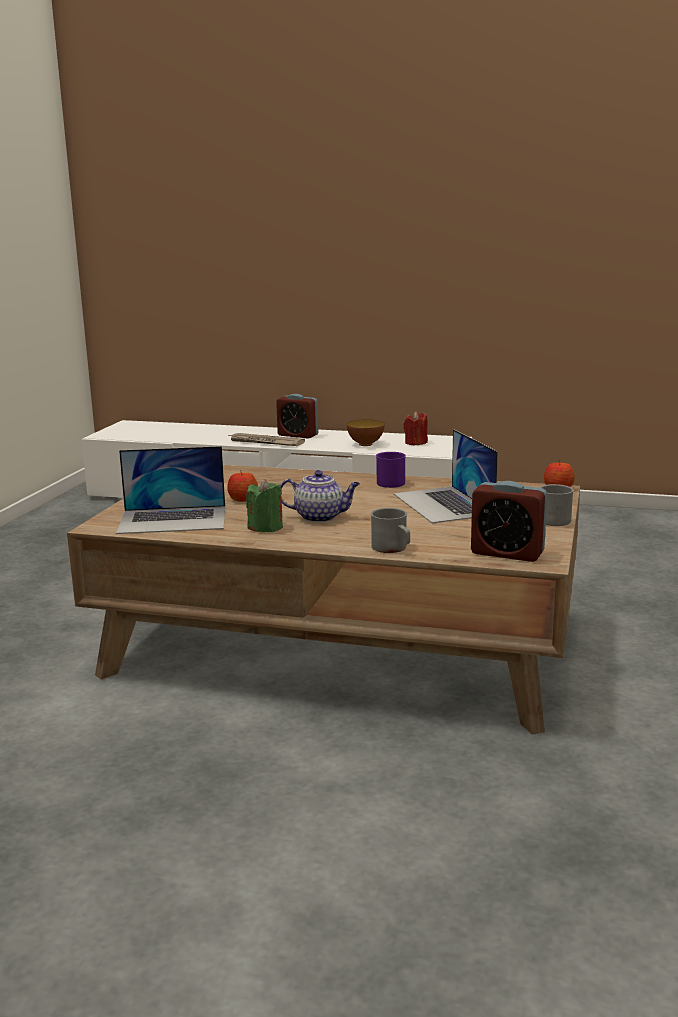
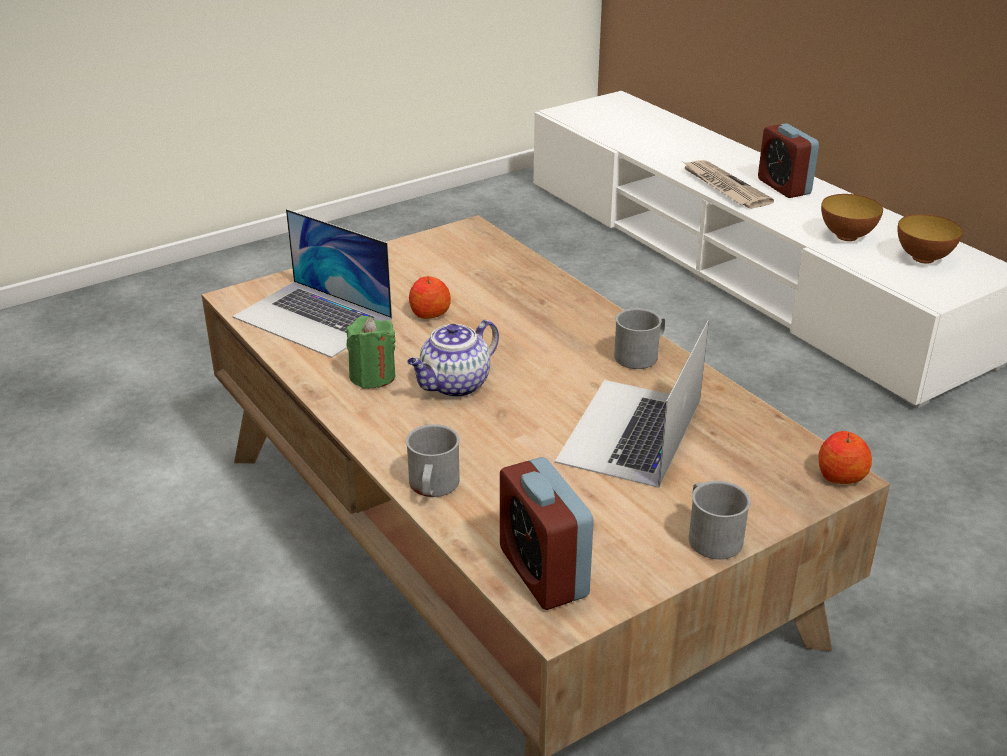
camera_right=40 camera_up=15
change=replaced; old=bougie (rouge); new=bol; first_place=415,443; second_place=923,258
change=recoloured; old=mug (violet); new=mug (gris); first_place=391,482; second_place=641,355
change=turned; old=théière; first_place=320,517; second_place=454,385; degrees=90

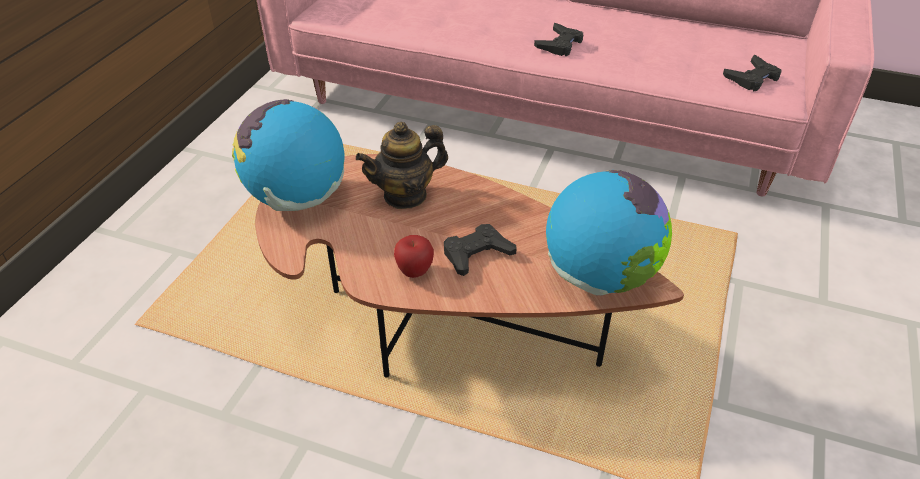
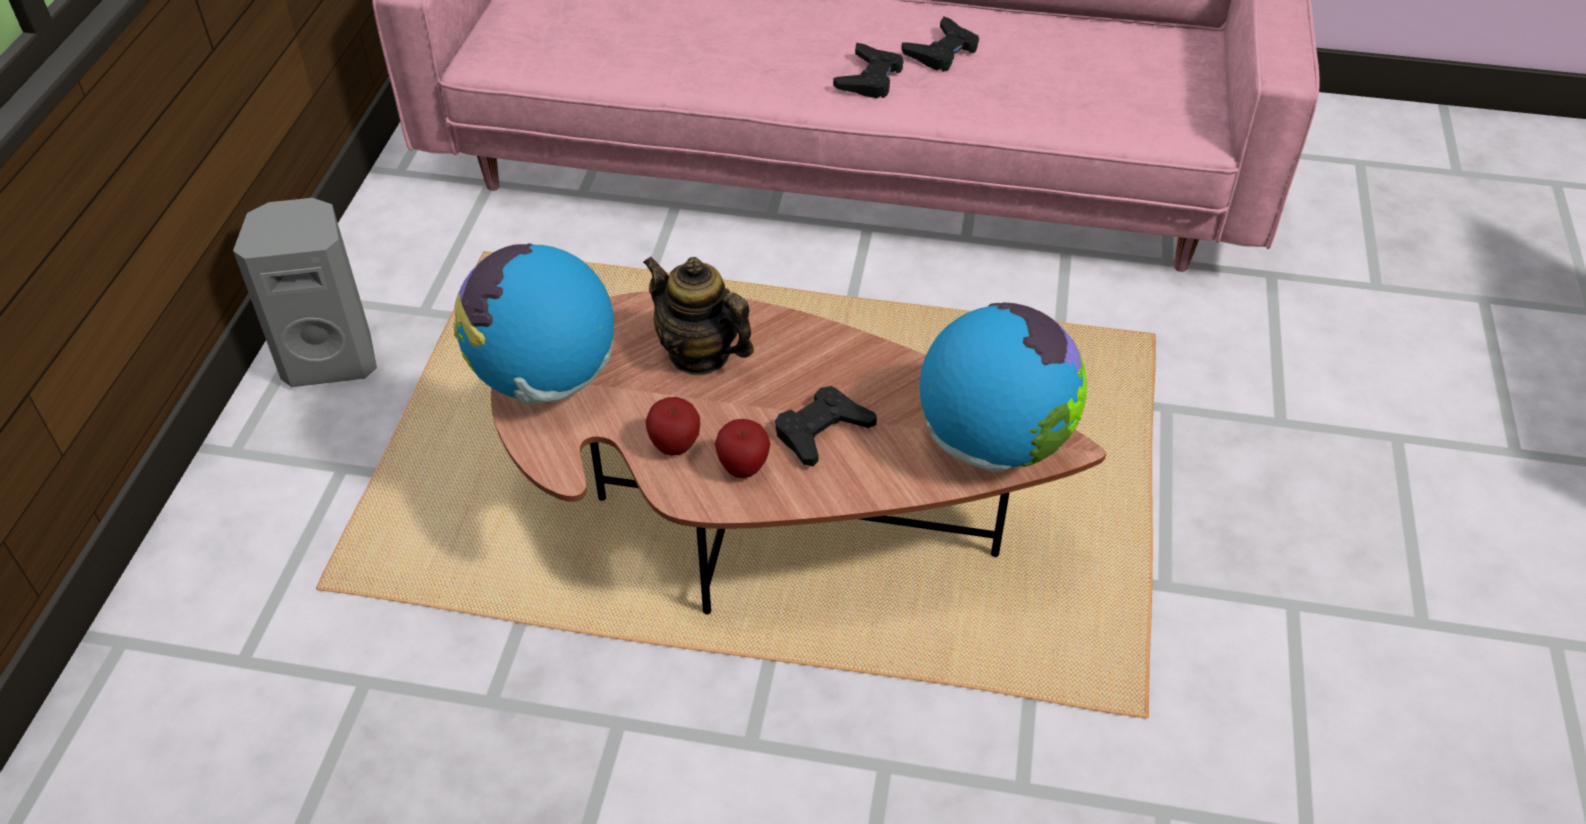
camera_right=-10 camera_up=5
change=moved; old=manette (noir); first_place=752,78; second_place=942,52
change=turned; old=théière; first_place=405,195; second_place=699,354; degrees=75
change=added; new=enceinte (gris); second_place=331,358
change=added; new=pomme; second_place=675,446

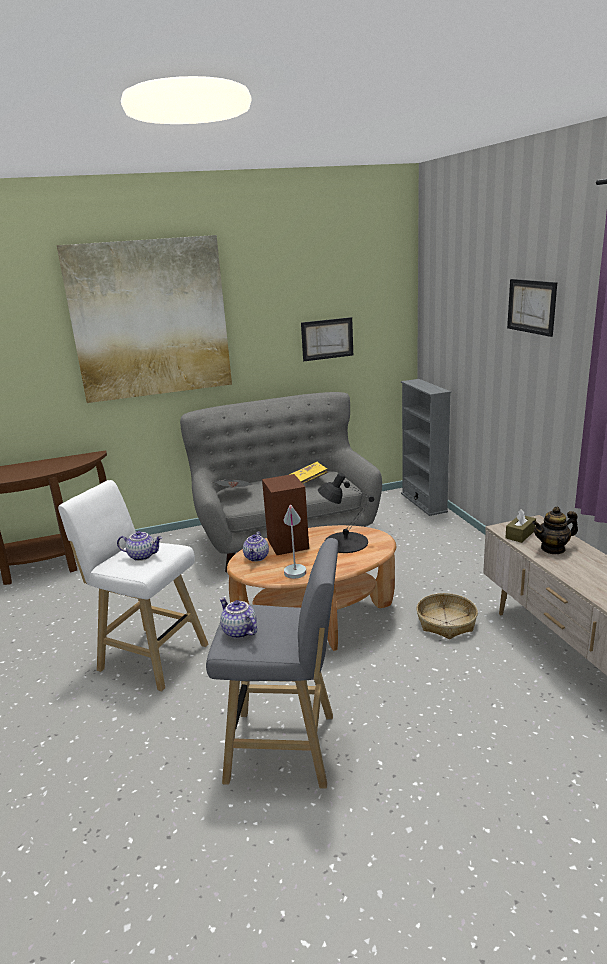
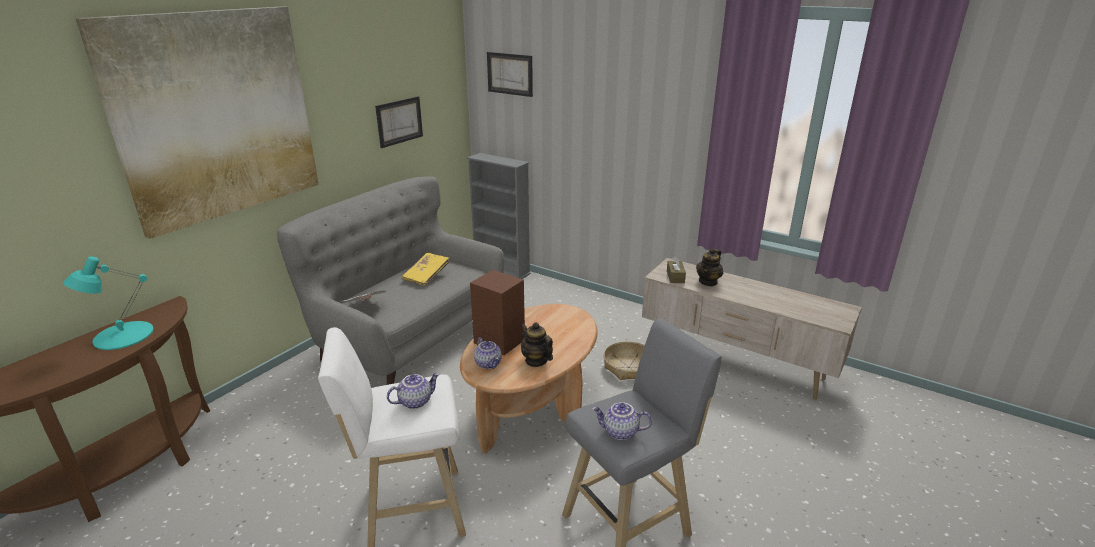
camera_right=-40 camera_up=5
change=moved; old=tableau; first_place=531,306; second_place=510,74
change=removed; old=lampe de table (noir); first_place=345,542
change=replaced; old=lampe de table (blanc); new=théière; first_place=295,567; second_place=536,361
change=added; new=lampe de table (turquoise); second_place=122,335

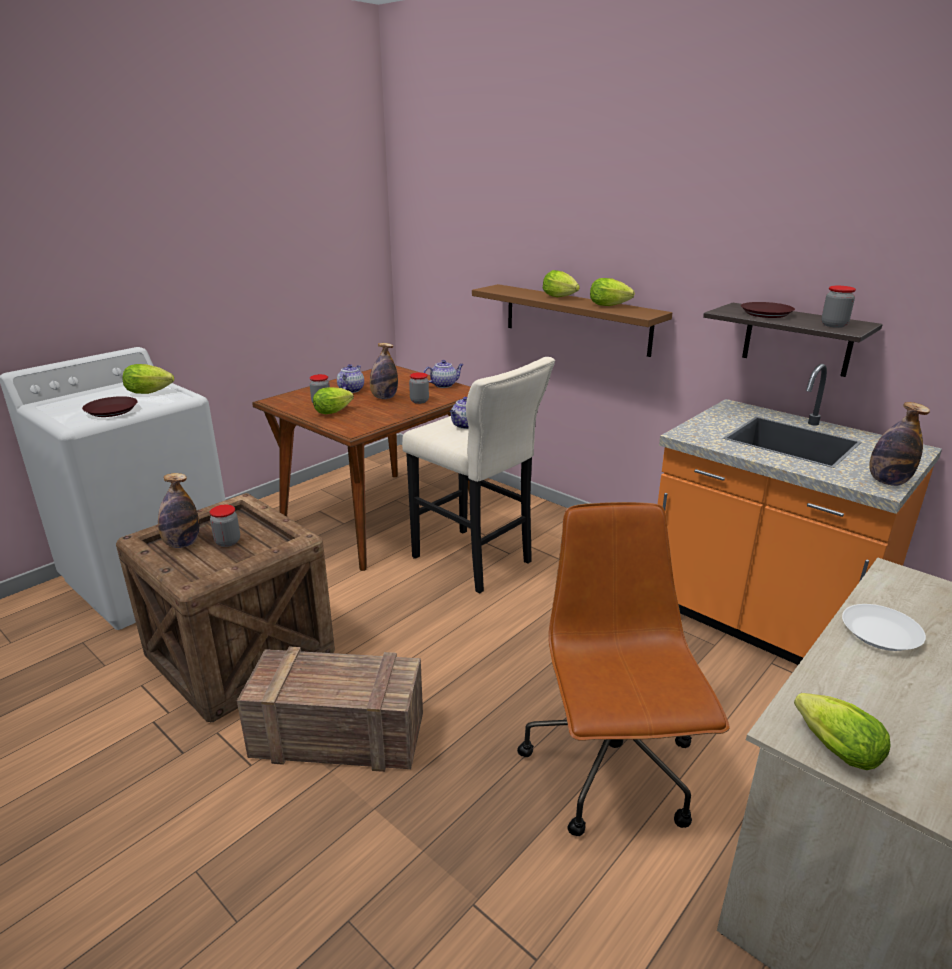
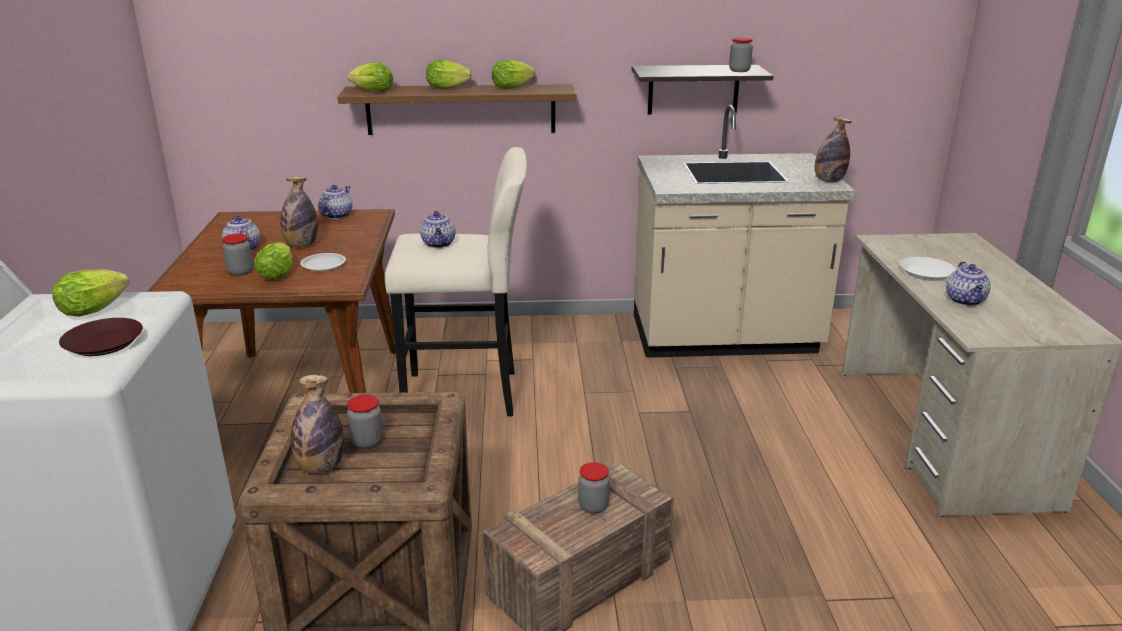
camera_right=-45 camera_up=0
change=removed; old=assiette (marron); first_place=766,314
change=recoloured; old=comptoir de cuisine (orange); new=comptoir de cuisine (beige); first_place=759,621; second_place=724,338
change=moved; old=bocal; first_place=419,401; second_place=593,506
change=removed; old=chaise de bureau (marron); first_place=612,771
change=moved; old=laitue; first_place=831,747; second_place=370,91
change=added; new=assiette (blanc); second_place=323,265
change=added; new=théière; second_place=965,301

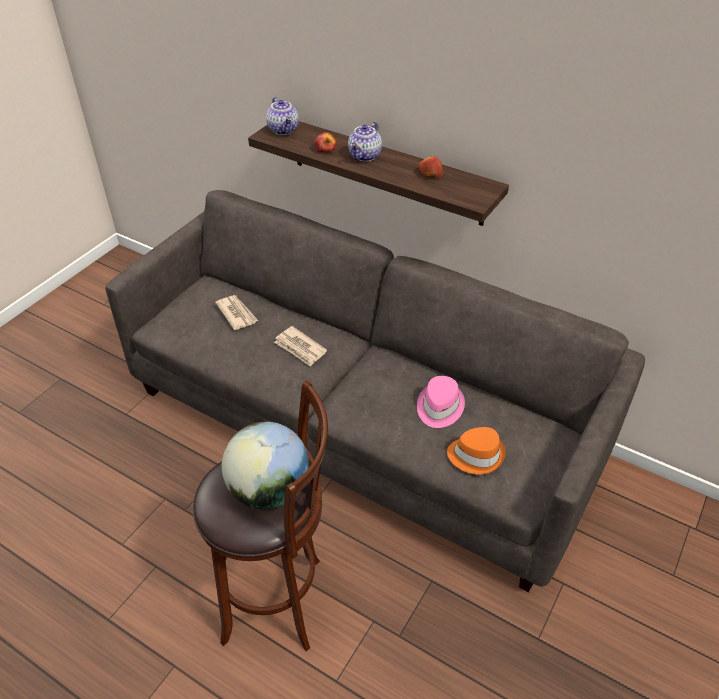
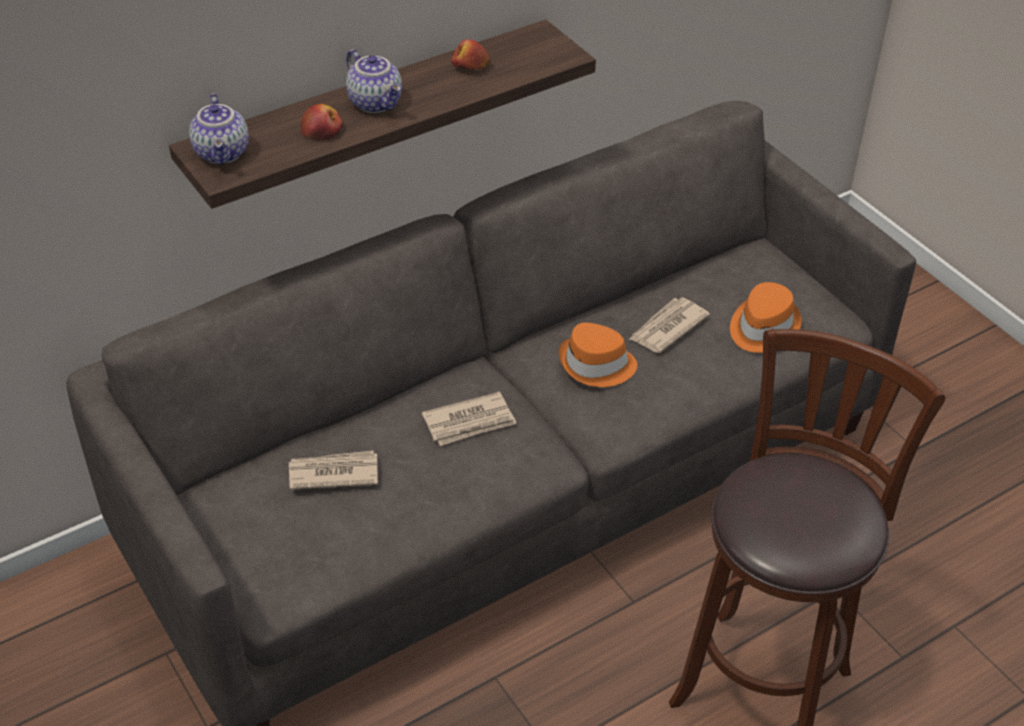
camera_right=-65 camera_up=0
change=turned; old=théière; first_place=284,130; second_place=223,153; degrees=75
change=replaced; old=chapeau (rose); new=journal; first_place=439,407; second_place=667,328
change=removed; old=globe; first_place=269,490
change=added; new=chapeau (orange); second_place=596,365

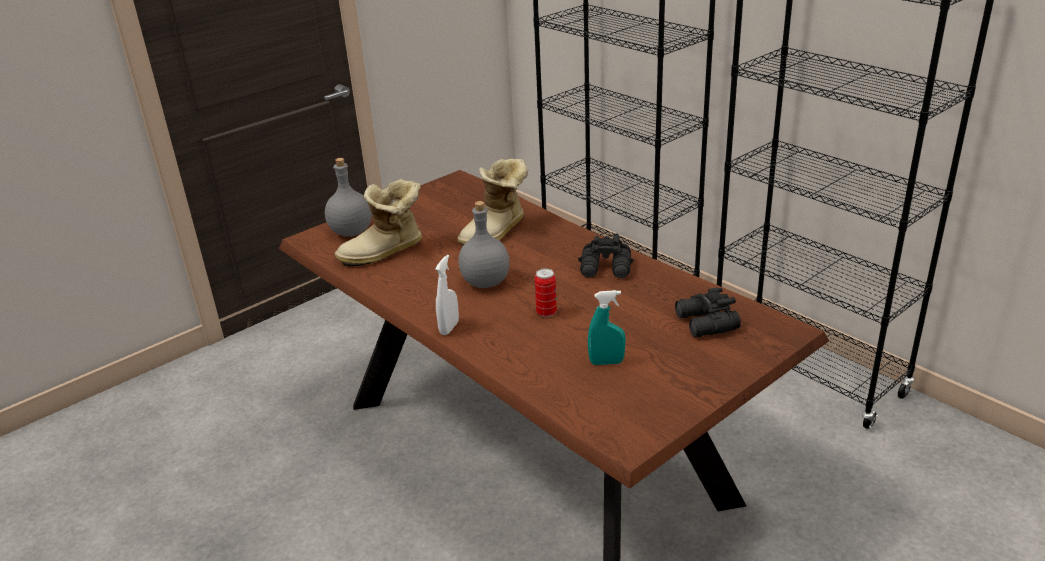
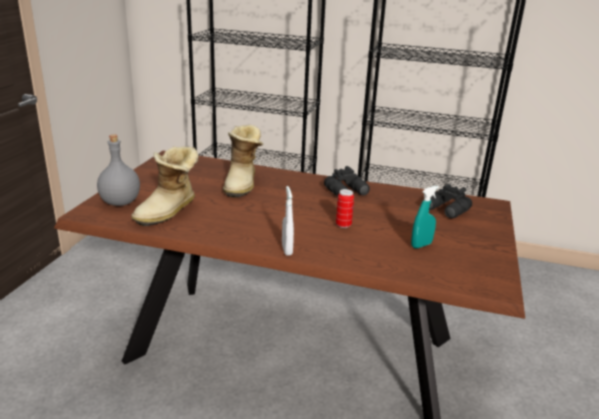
camera_right=-35 camera_up=-5
change=removed; old=bouteille (gris); first_place=486,282

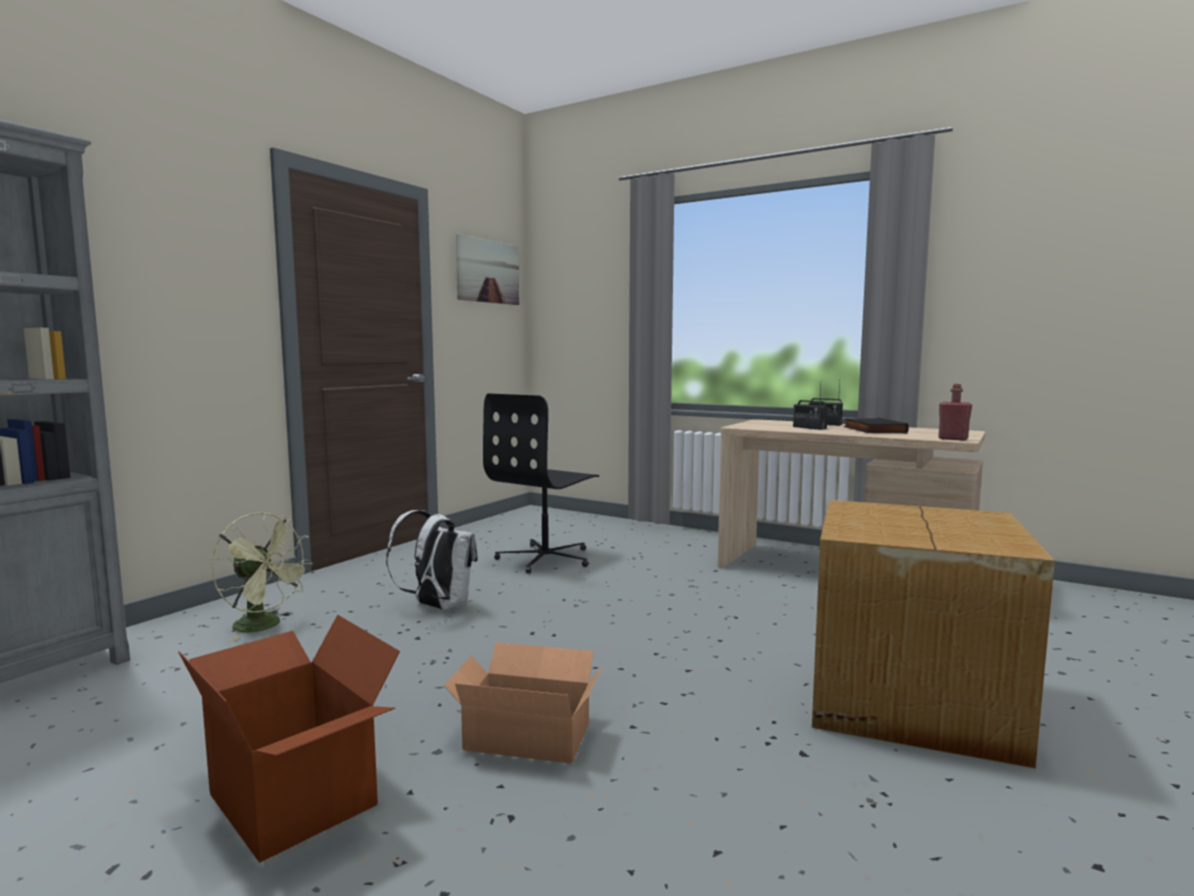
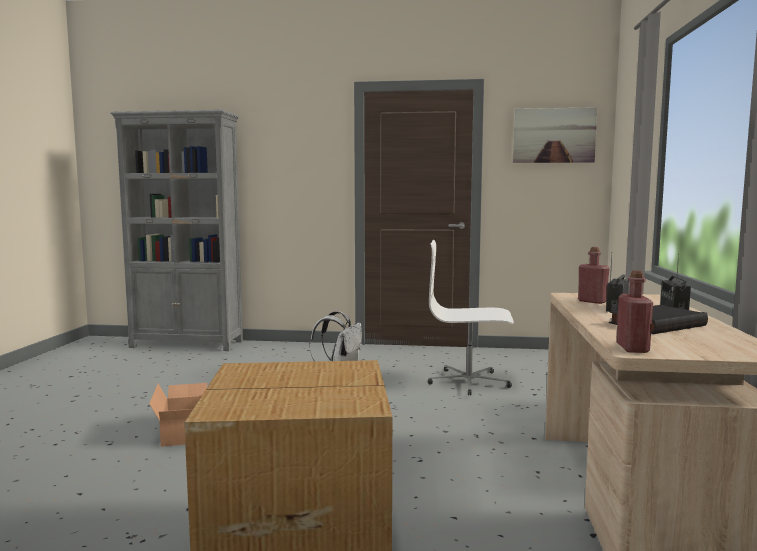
camera_right=65 camera_up=0
change=recoloured; old=chaise de bureau (noir); new=chaise de bureau (blanc); first_place=546,558; second_place=469,382
change=removed; old=ventilateur (vert); first_place=265,626
change=removed; old=carton; first_place=296,798
change=added; new=bouteille (rouge); second_place=592,301

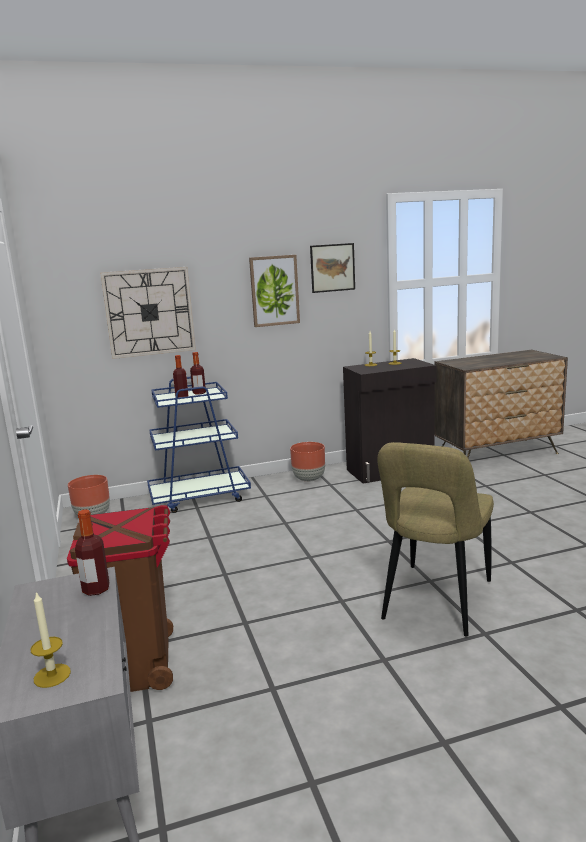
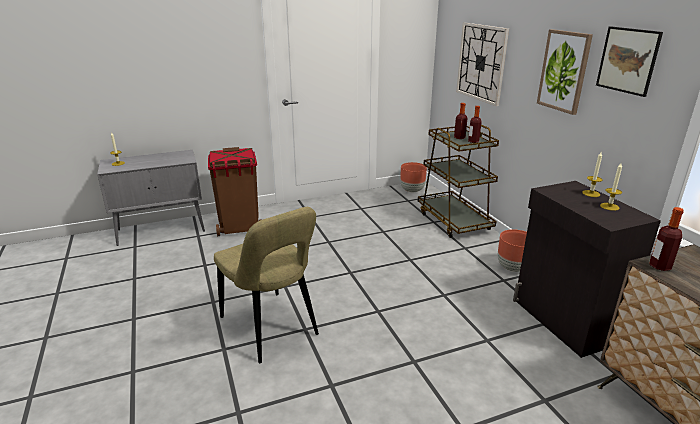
camera_right=85 camera_up=10
change=recoloured; old=chariot (bleu); new=chariot (marron); first_place=200,497; second_place=454,221
change=turned; old=chaise (beige); first_place=435,603; second_place=271,328; degrees=-150
change=moved; old=bouteille; first_place=96,589; second_place=659,266

